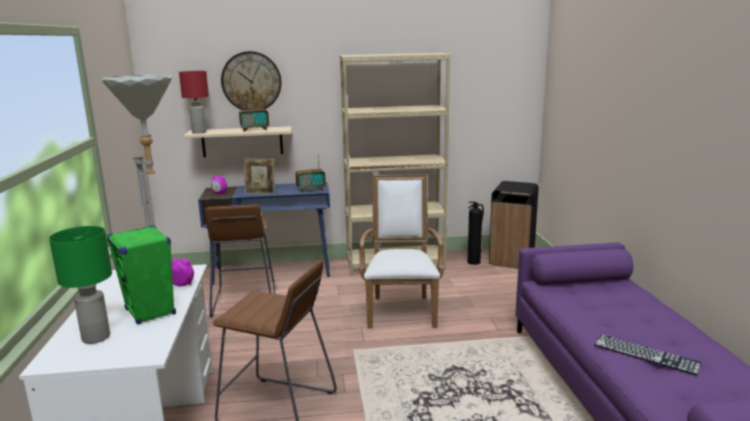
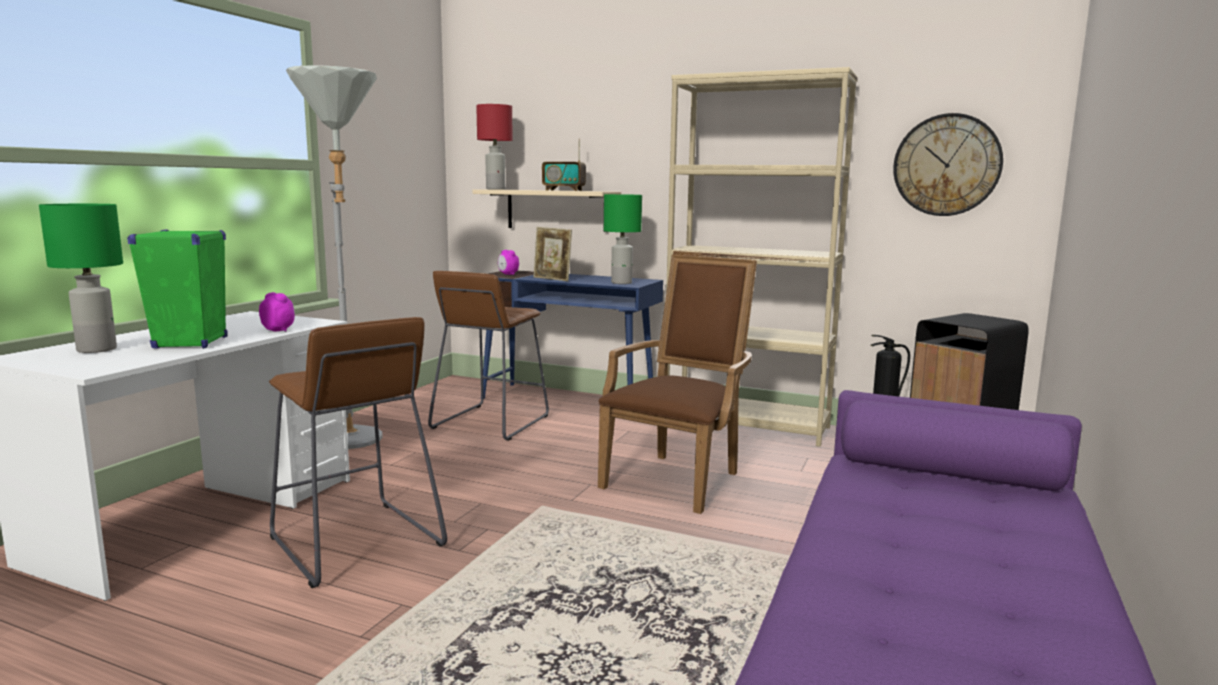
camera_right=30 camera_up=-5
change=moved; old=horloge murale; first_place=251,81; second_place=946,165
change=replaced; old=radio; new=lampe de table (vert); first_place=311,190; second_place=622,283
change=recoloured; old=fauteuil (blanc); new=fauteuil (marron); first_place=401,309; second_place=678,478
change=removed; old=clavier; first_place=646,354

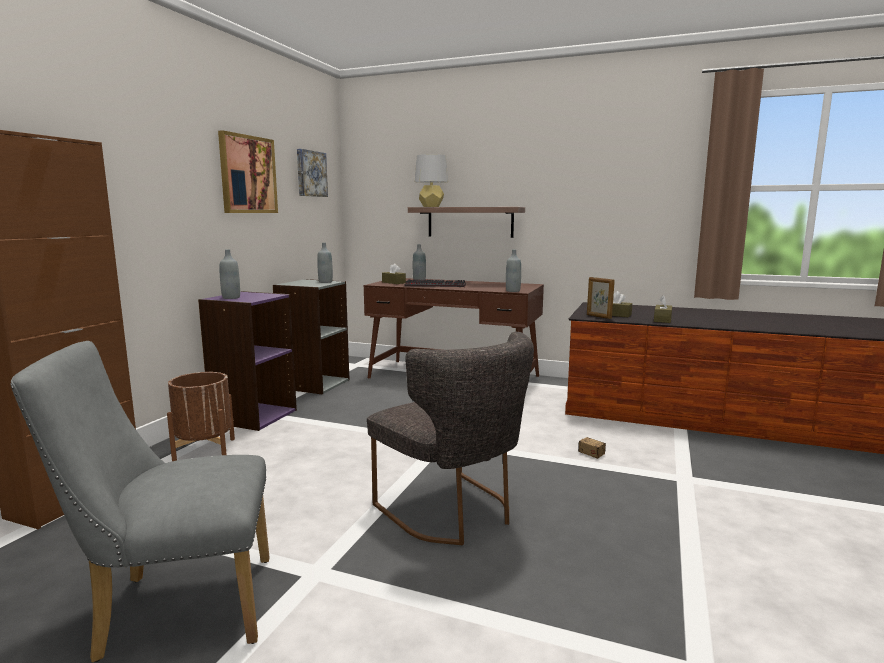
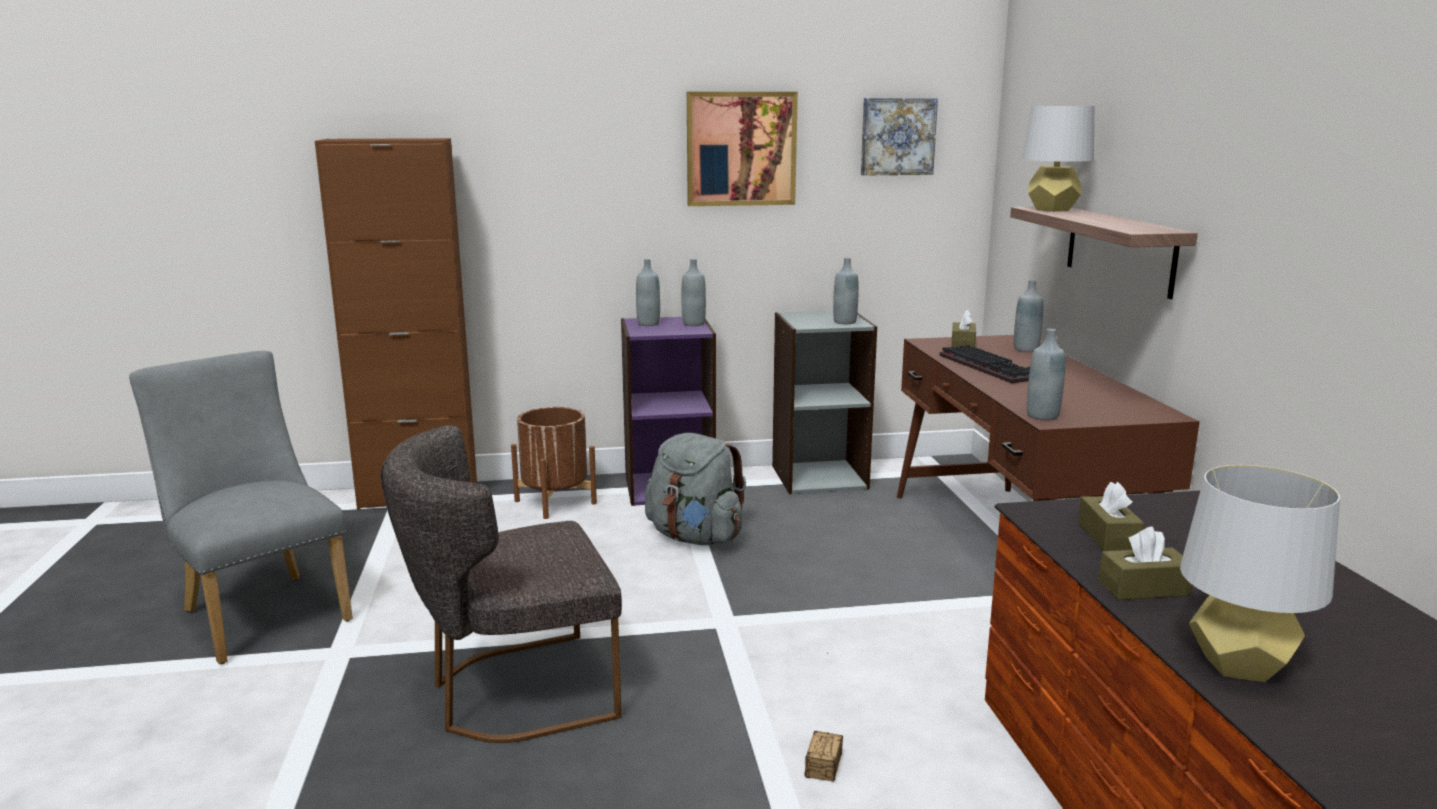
camera_right=60 camera_up=5
change=removed; old=cadre photo; first_place=598,316
change=turned; old=chaise (gris); first_place=453,512; second_place=512,693; degrees=45
change=added; new=bouteille (gris); second_place=693,324
change=added; new=sac à dos (gris); second_place=695,537
change=added; new=lampe de table (gris); second_place=1238,665

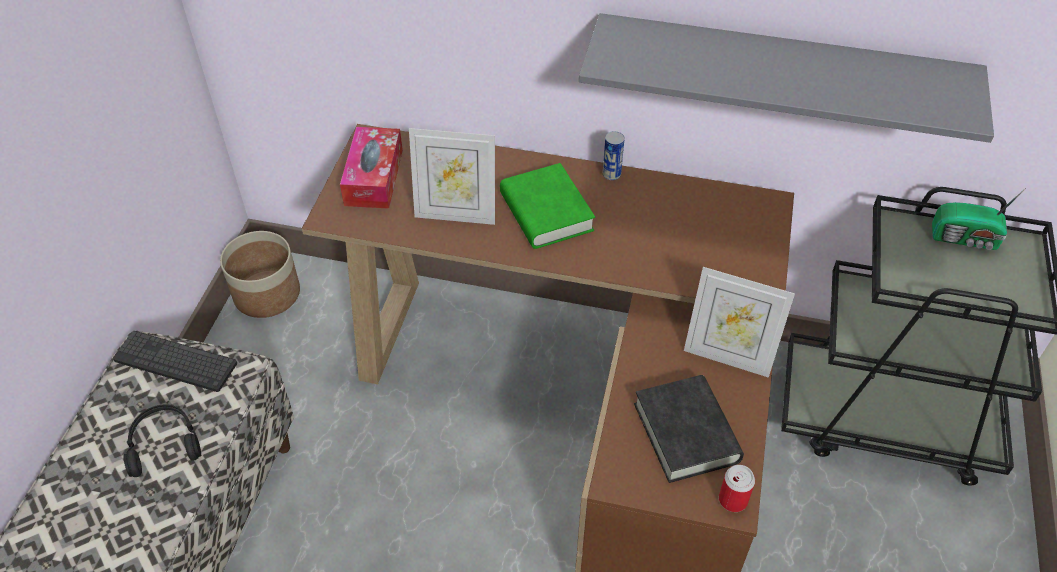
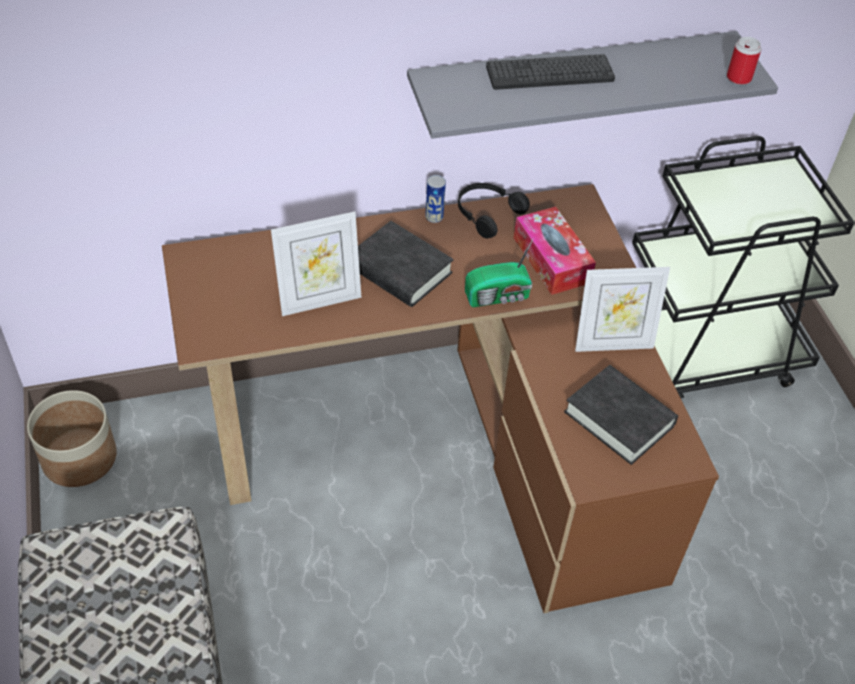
camera_right=-30 camera_up=0
change=moved; old=boîte à mouchoirs; first_place=374,177; second_place=551,260
change=recoloured; old=livre (vert); new=livre (noir); first_place=546,212; second_place=399,270
change=moved; old=radio; first_place=966,239; second_place=499,296
change=moved; old=clavier; first_place=175,362; second_place=550,73
change=moved; old=casque audio (noir); first_place=164,443; second_place=487,213
change=moved; old=boîte métallique; first_place=733,500; second_place=738,78

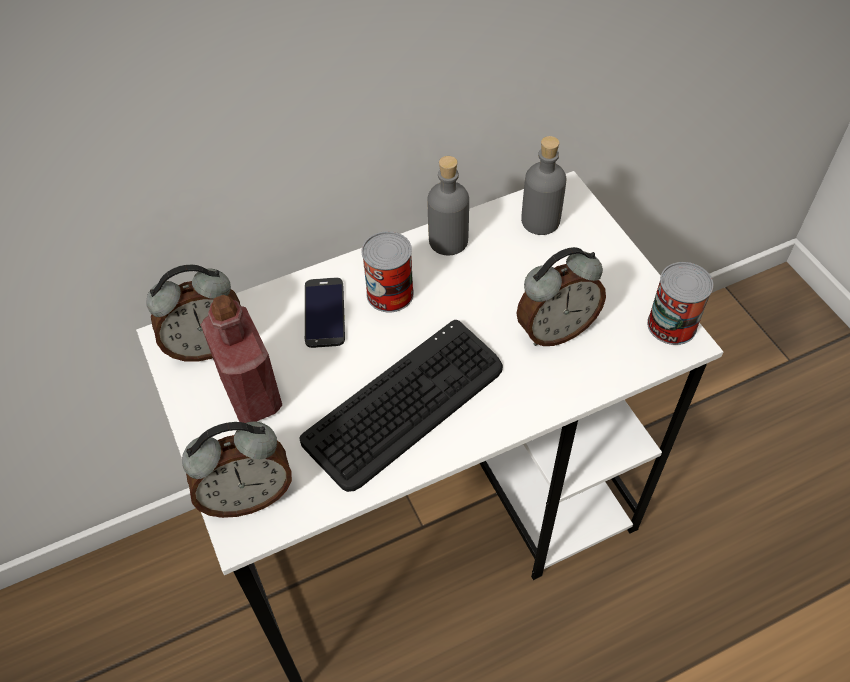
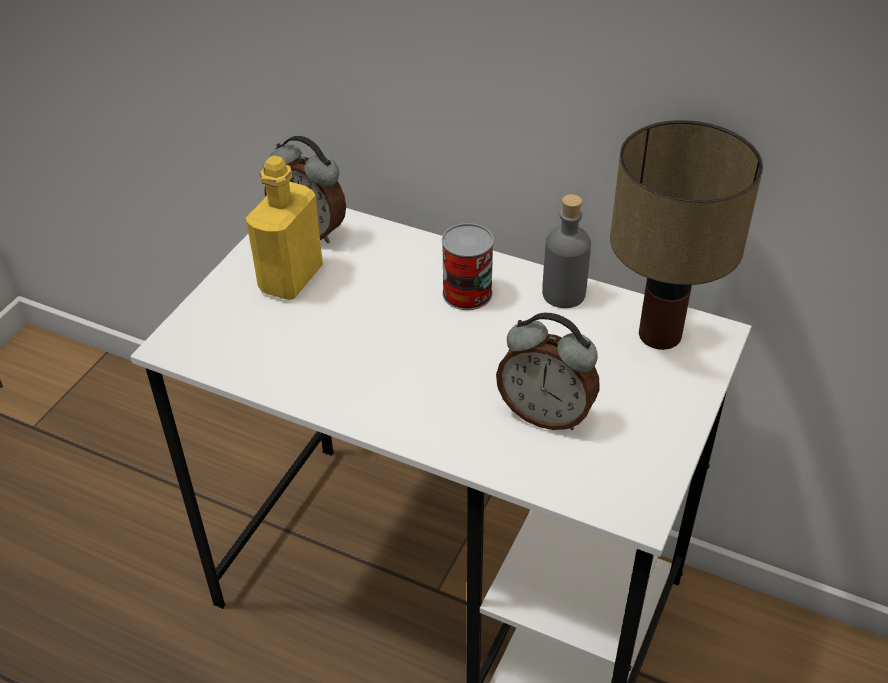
camera_right=50 camera_up=-10
change=replaced; old=bouteille (gris); new=lampe de table; first_place=540,221; second_place=659,336
change=removed; old=boîte métallique; first_place=672,325
change=removed; old=téléphone; first_place=324,312
change=recoloured; old=bouteille (rouge); new=bouteille (jaune); first_place=252,394; second_place=291,279
change=removed; old=clavier; first_place=406,405
change=removed; old=réveil; first_place=247,496

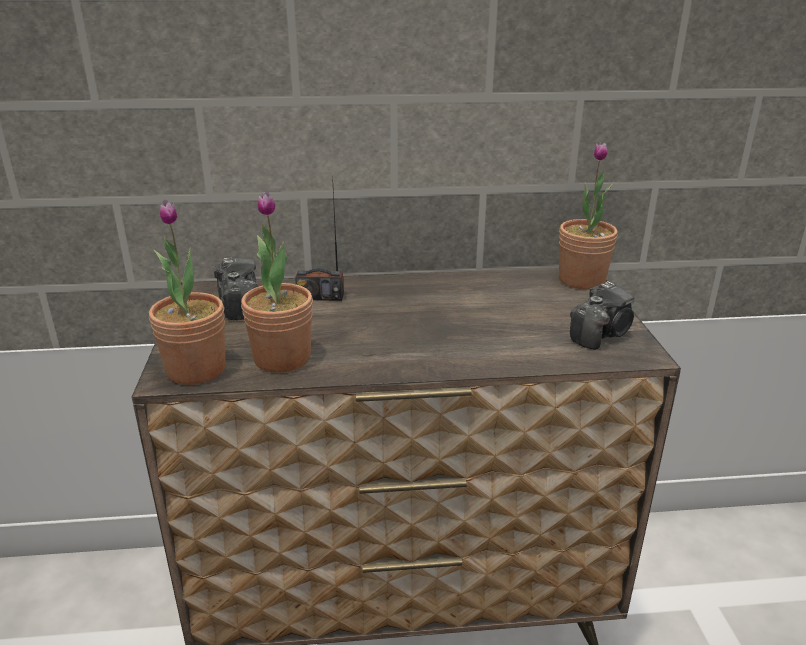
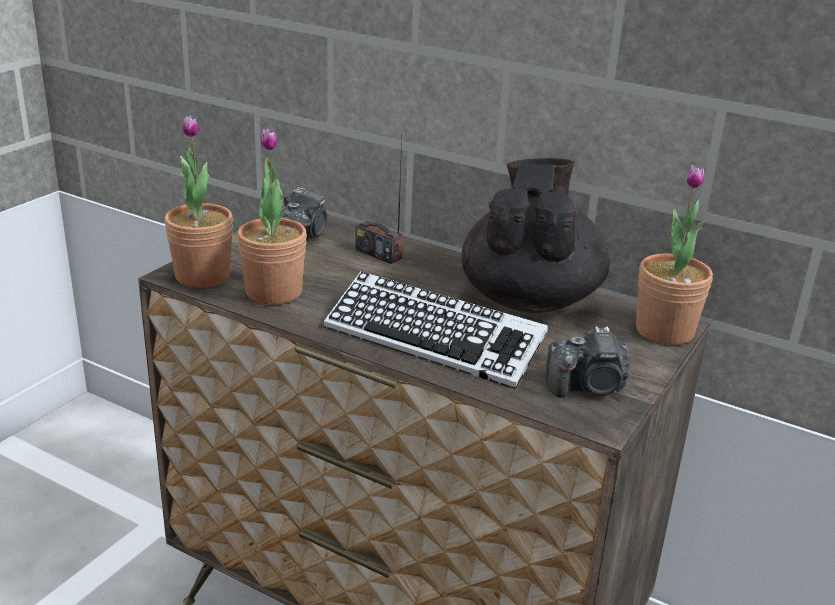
camera_right=35 camera_up=0
change=added; new=théière (noir); second_place=530,298
change=added; new=clavier; second_place=433,340

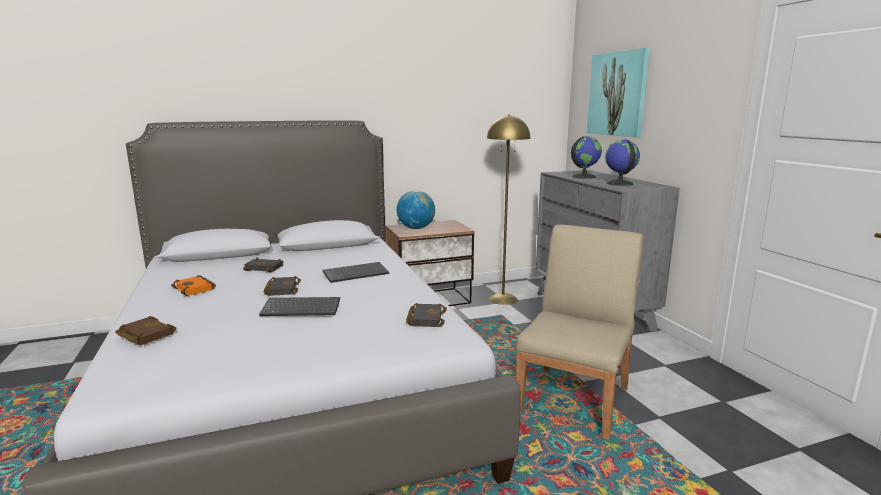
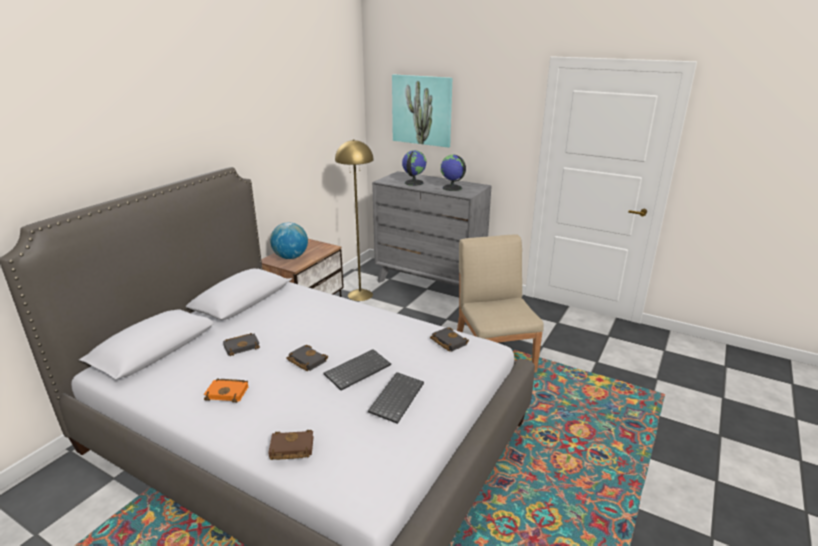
camera_right=-40 camera_up=10
change=moved; old=clavier; first_place=356,273; second_place=396,397

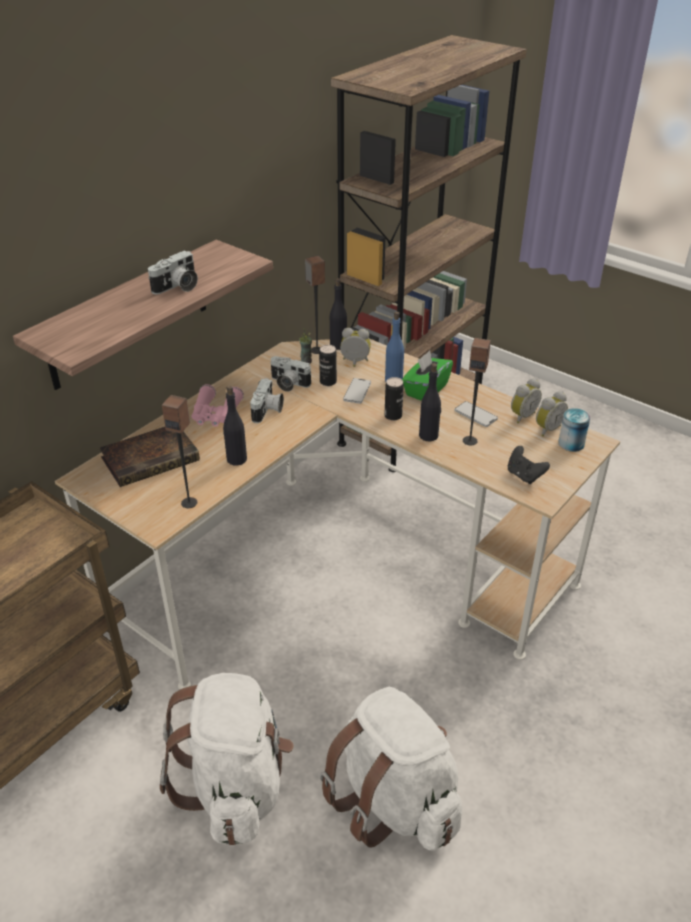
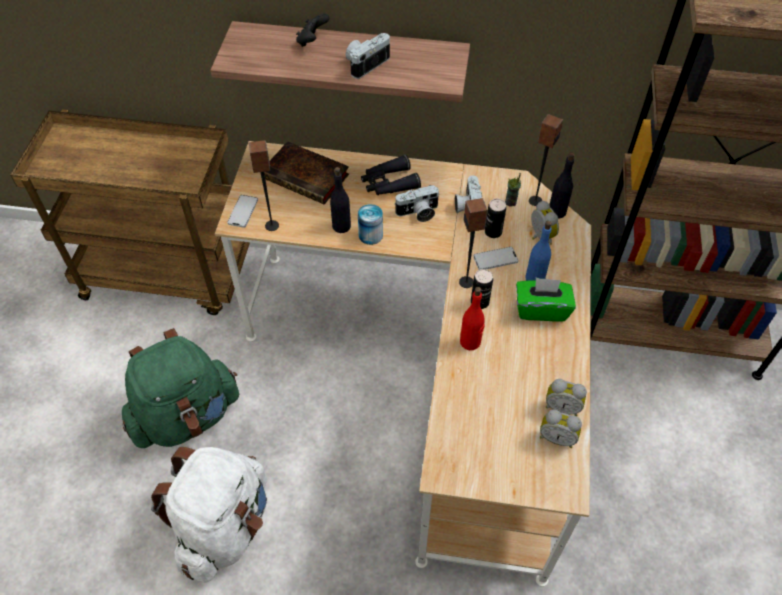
camera_right=60 camera_up=15
change=turned; old=appareil photo; first_place=177,287; second_place=366,63; degrees=120
change=moved; old=enceinte; first_place=470,440; second_place=466,282
change=recoloured; old=bouteille (noir); new=bouteille (rouge); first_place=429,435; second_place=470,342
change=recoloured; old=jumelles (rose); new=jumelles (noir); first_place=215,414; second_place=388,183
change=moved; old=téléphone; first_place=475,415; second_place=243,211
change=moved; old=boîte métallique; first_place=571,443; second_place=370,235
change=moved; old=manette (noir); first_place=524,475; second_place=312,41
change=recoloured; old=sac à dos (blanc); new=sac à dos (vert); first_place=236,786; second_place=187,416

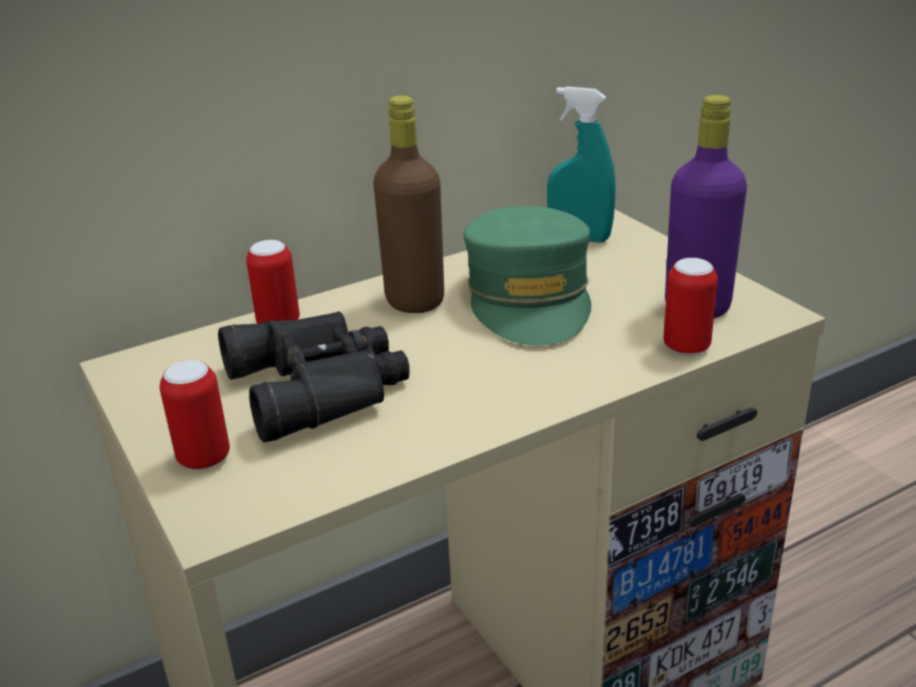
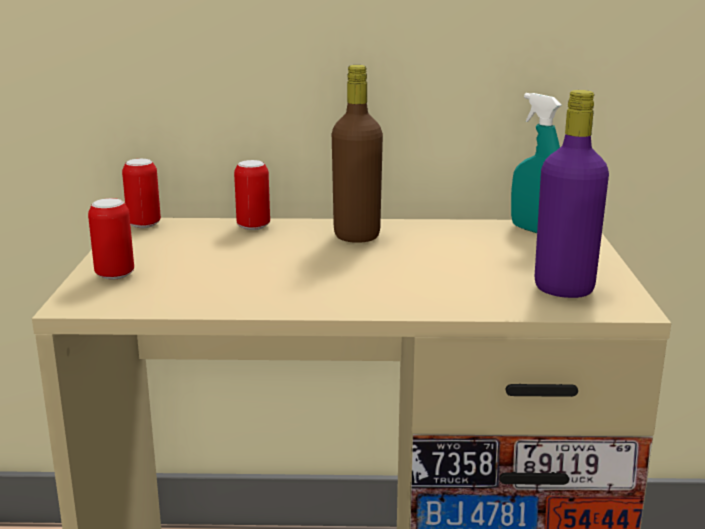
camera_right=30 camera_up=-10
change=removed; old=casquette (vert); first_place=530,298
change=moved; old=boîte métallique; first_place=686,347; second_place=144,224
change=removed; old=jumelles (noir); first_place=322,385

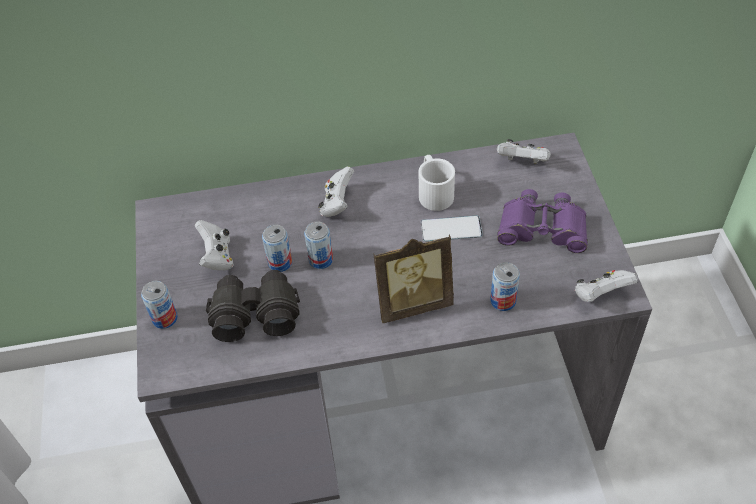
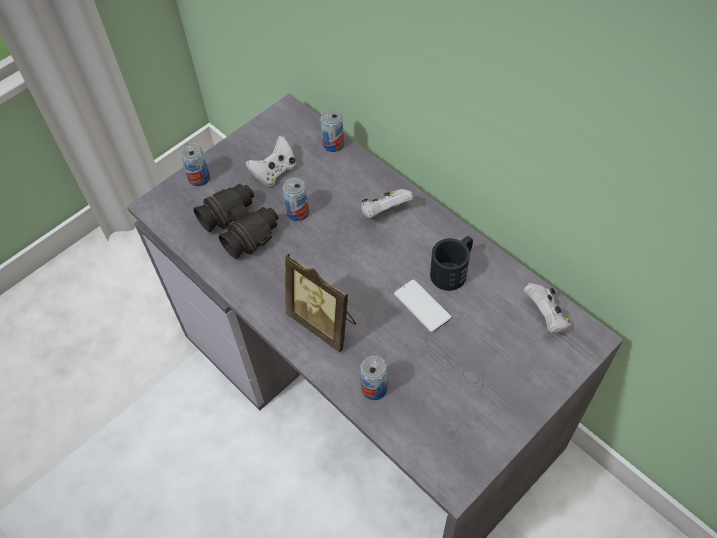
camera_right=55 camera_up=5
change=recoloured; old=mug (blanc); new=mug (noir); first_place=433,191; second_place=453,270
change=removed; old=jumelles (violet); first_place=542,228
change=moved; old=boîte métallique; first_place=321,260; second_place=333,144
change=removed; old=manette (blanc); first_place=600,295

